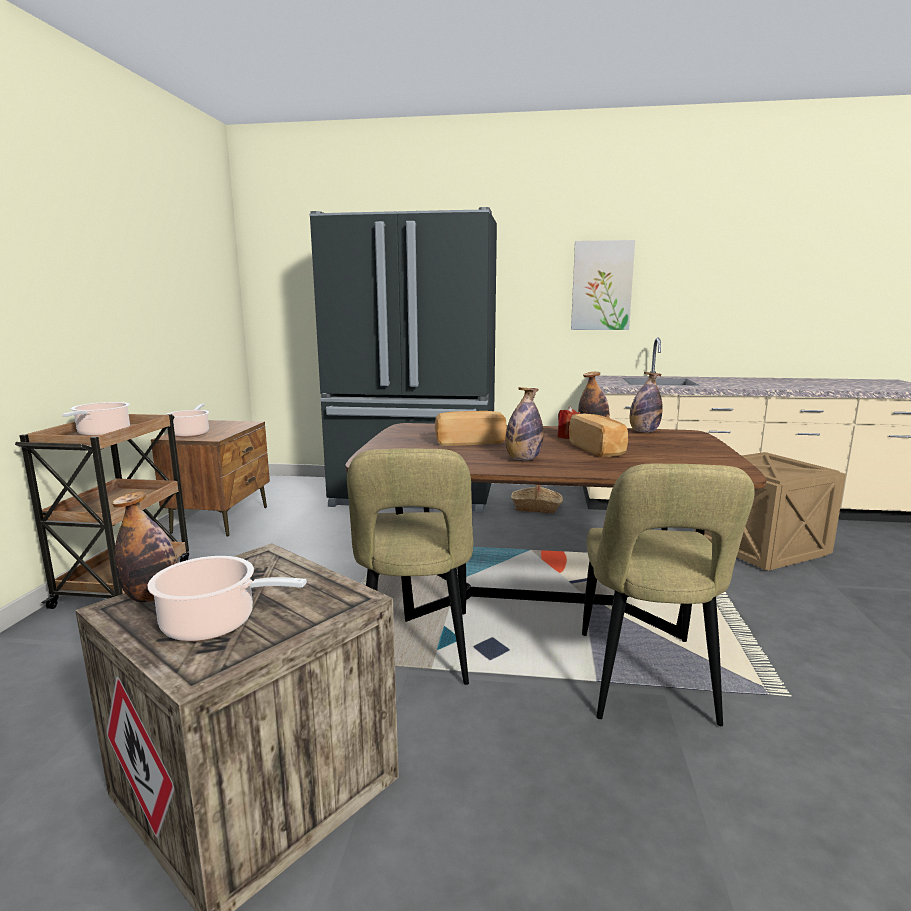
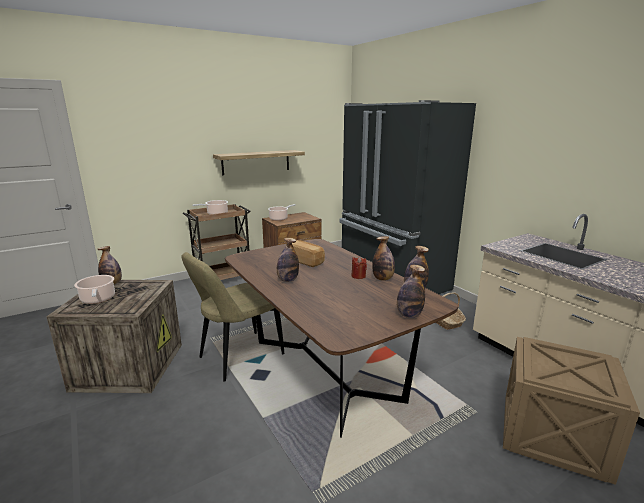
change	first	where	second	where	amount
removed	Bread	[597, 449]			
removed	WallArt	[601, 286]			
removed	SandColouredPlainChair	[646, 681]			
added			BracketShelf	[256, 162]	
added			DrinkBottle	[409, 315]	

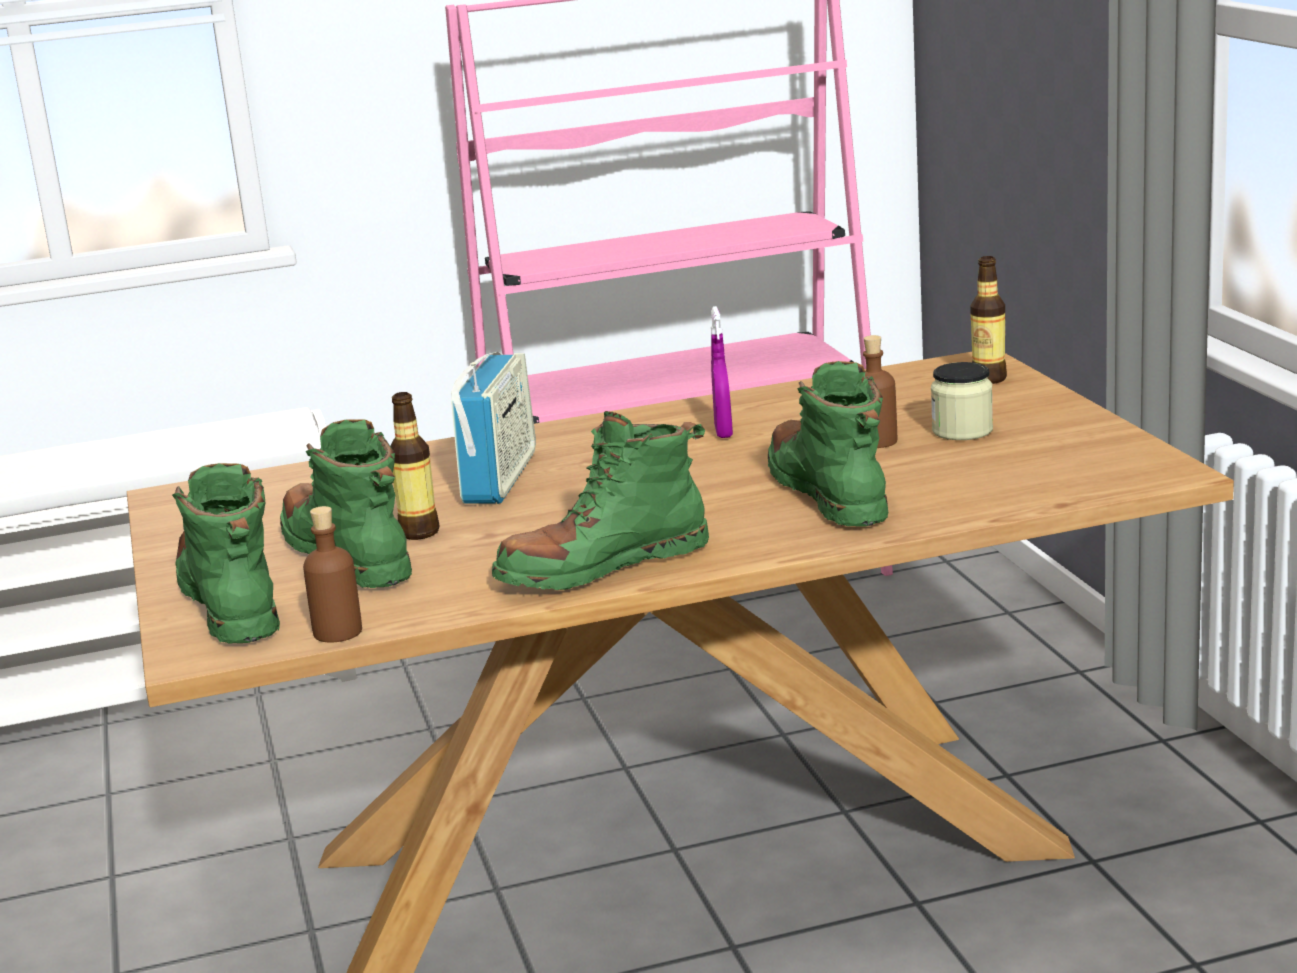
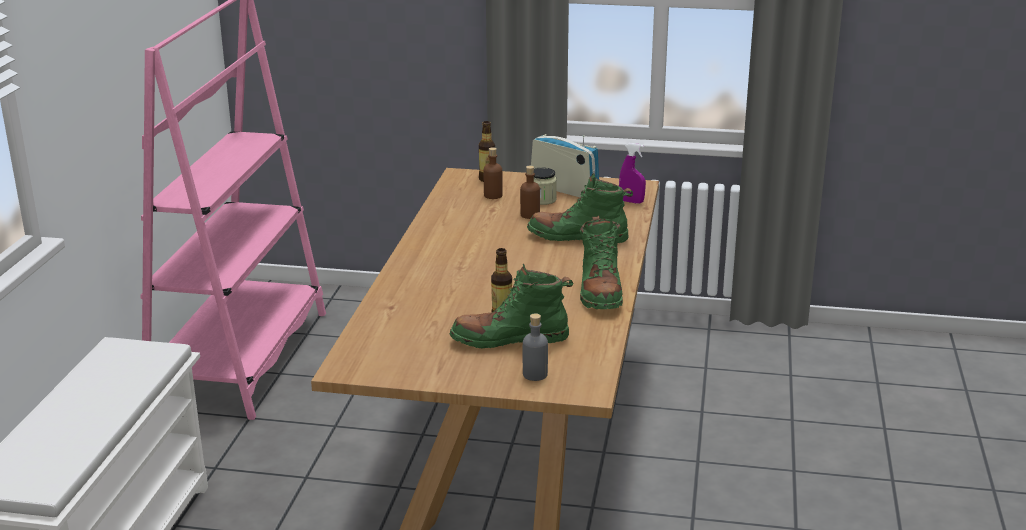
change	first	where	second	where	amount
replaced	GreenishTallBoot	[231, 603]	GreyDrinkBottle	[535, 374]	
moved	BrownColouredDrinkBottle	[338, 632]		[493, 195]	
moved	RadioReceiver	[500, 478]		[564, 189]	
moved	PurpleHandSprayer	[723, 432]		[631, 201]	

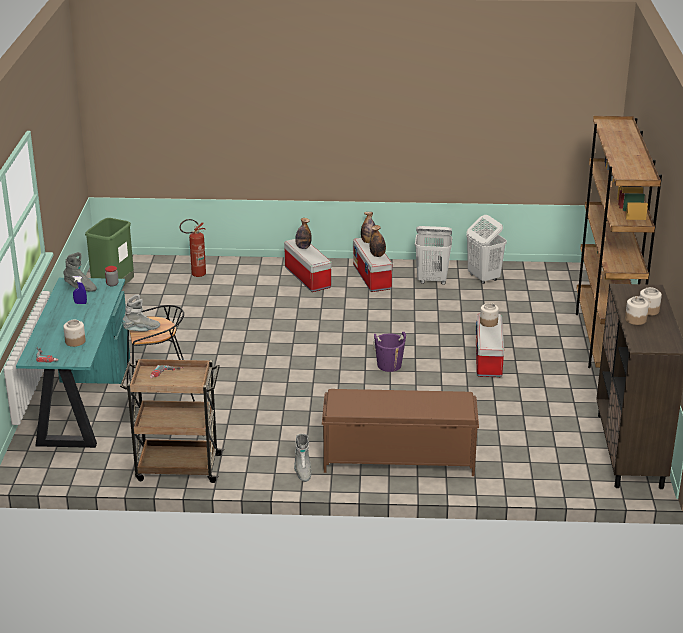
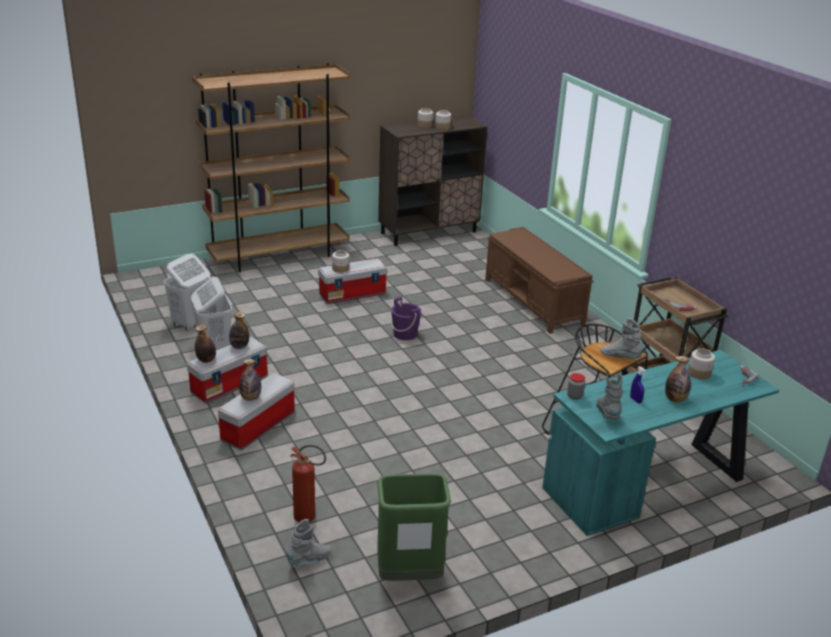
change	first	where	second	where	amount
moved	GreyTallBoot	[302, 470]		[310, 561]	
added			DrinkBottle	[675, 399]	

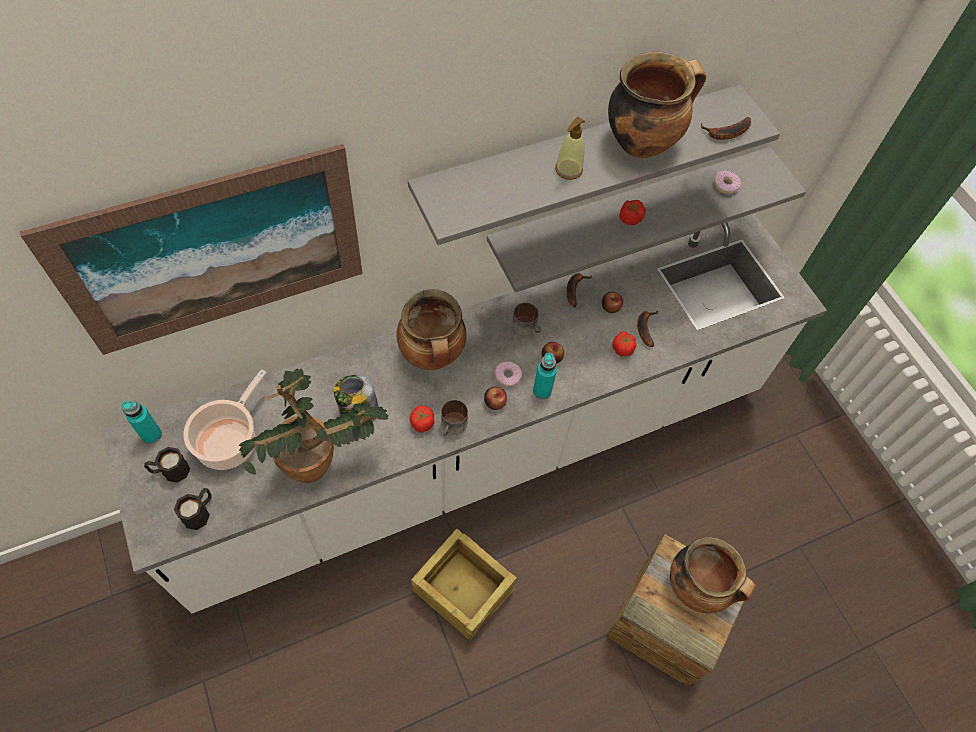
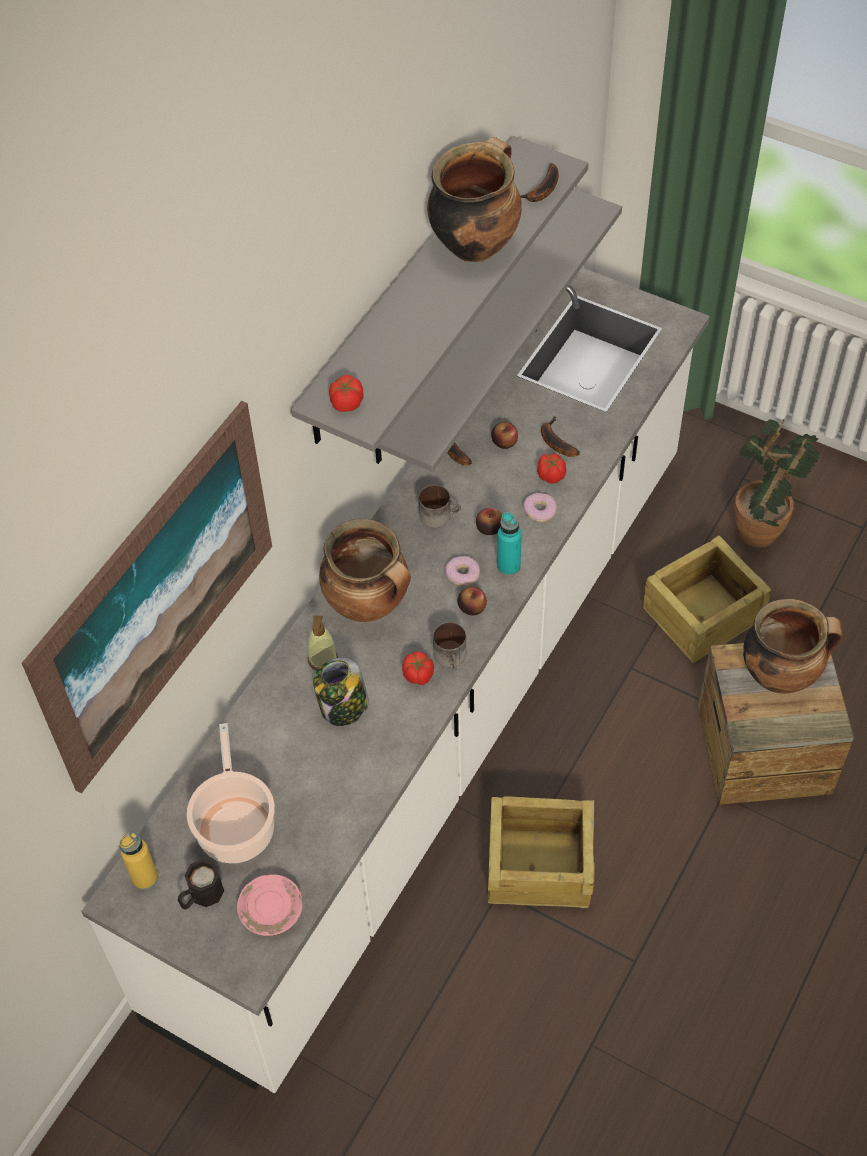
change	first	where	second	where	amount
recoloured	BlueGreenDrinkBottle	[151, 435]	YellowDrinkBottle	[144, 877]	
replaced	BlackMug	[200, 512]	PinkishPlate	[271, 911]	
moved	PlantInAPot	[319, 465]		[765, 527]	
moved	LiquidSoapBottle	[568, 170]		[322, 659]	
moved	Tomato	[630, 219]		[346, 403]	
moved	RingDoughnut	[725, 185]		[540, 510]	
added			Crate	[701, 613]	

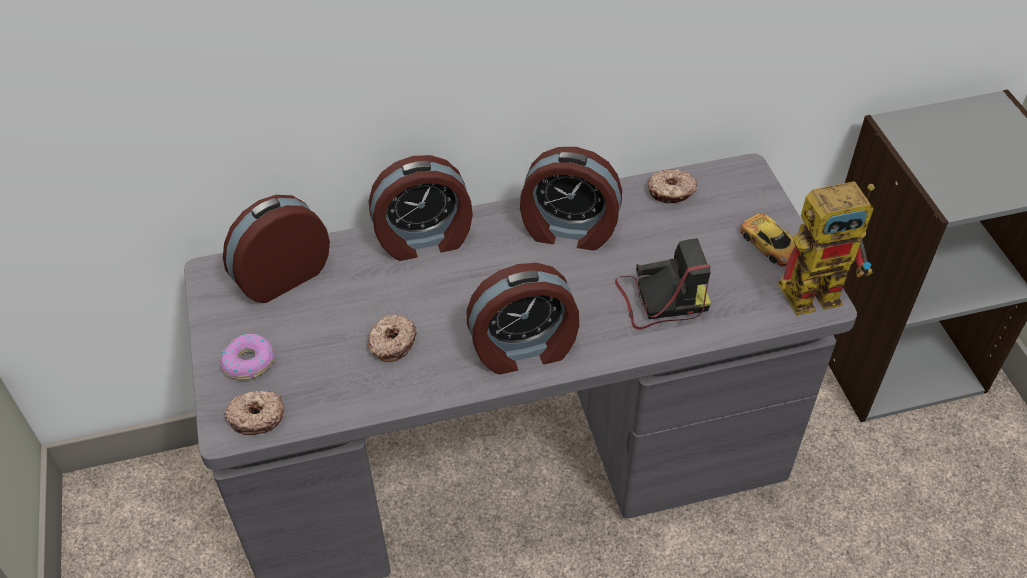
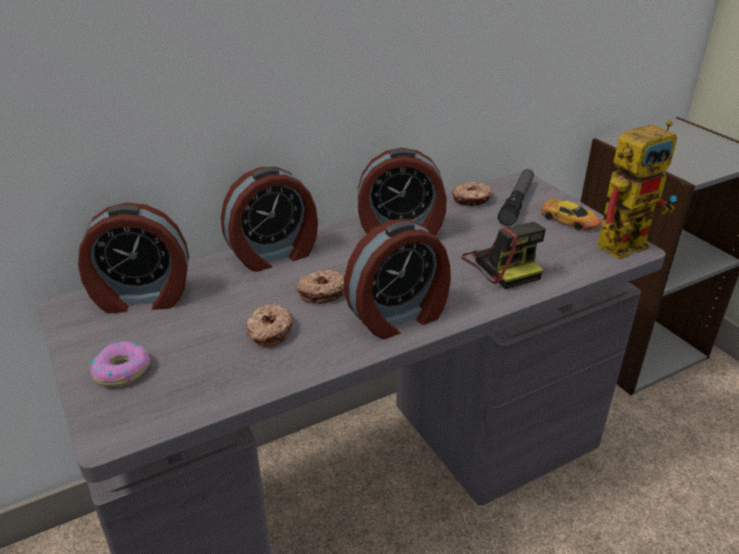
change	first	where	second	where	amount
turned	TableClock	[281, 275]		[142, 297]	135 degrees counterclockwise
moved	RingDoughnut	[256, 416]		[322, 292]	
turned	StillCamera	[660, 300]		[502, 265]	90 degrees clockwise
added			Flashlight	[517, 202]	

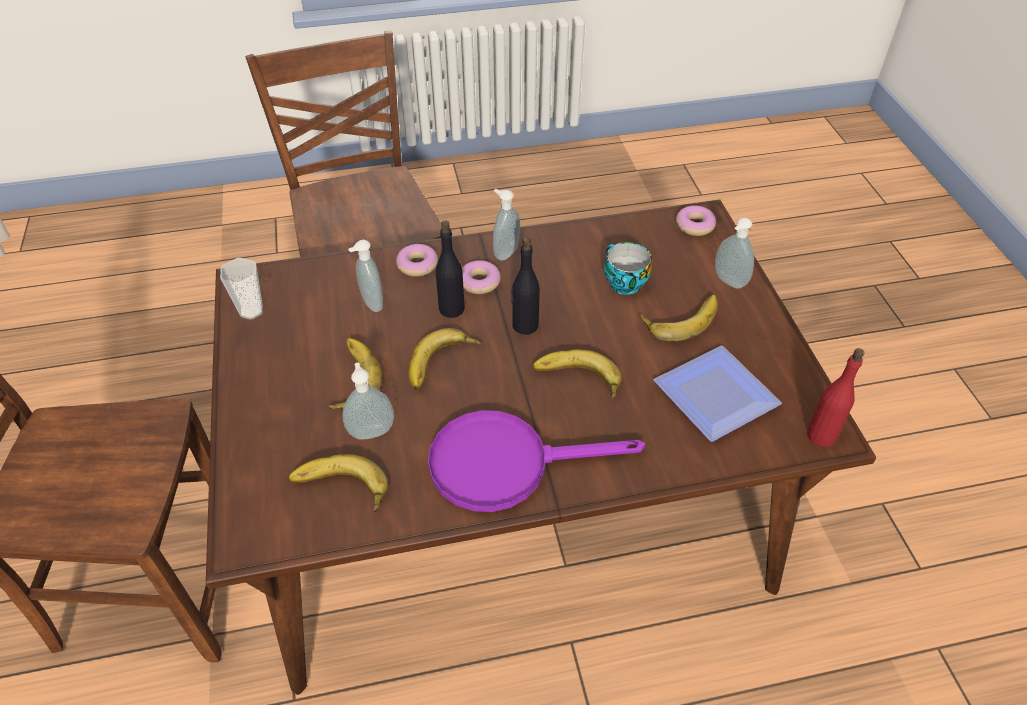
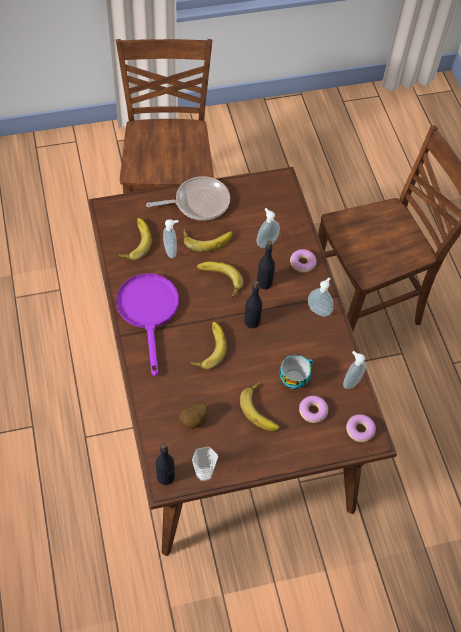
change	first	where	second	where	amount
moved	DrinkingCup	[251, 311]		[204, 473]	
moved	RingDoughnut	[479, 282]		[313, 411]	
replaced	Plate	[715, 399]	Spud	[193, 421]	
moved	LiquidSoapBottle	[728, 282]		[351, 381]	
recoloured	ReddishDrinkBottle	[821, 435]	BlackDrinkBottle	[166, 477]	
added			FryingPan	[198, 202]	

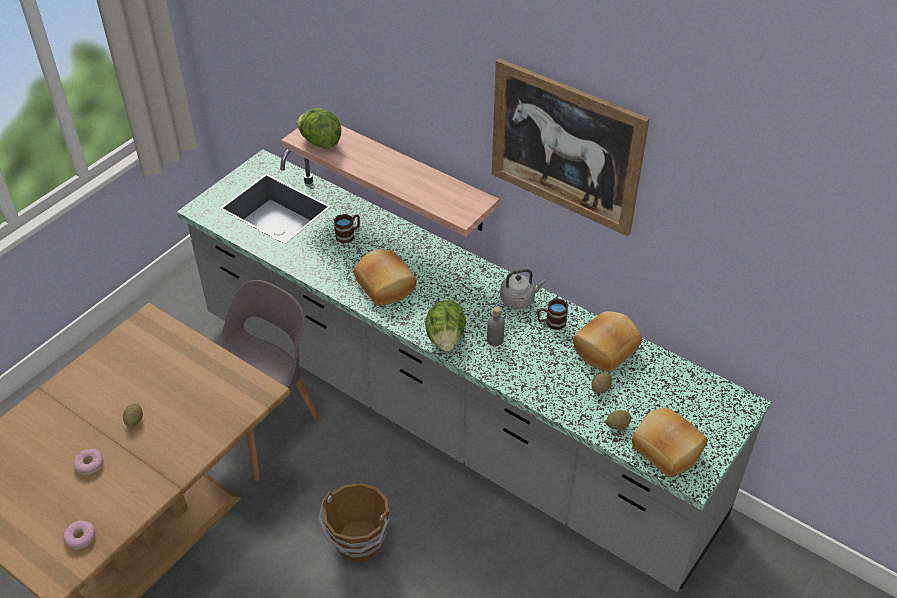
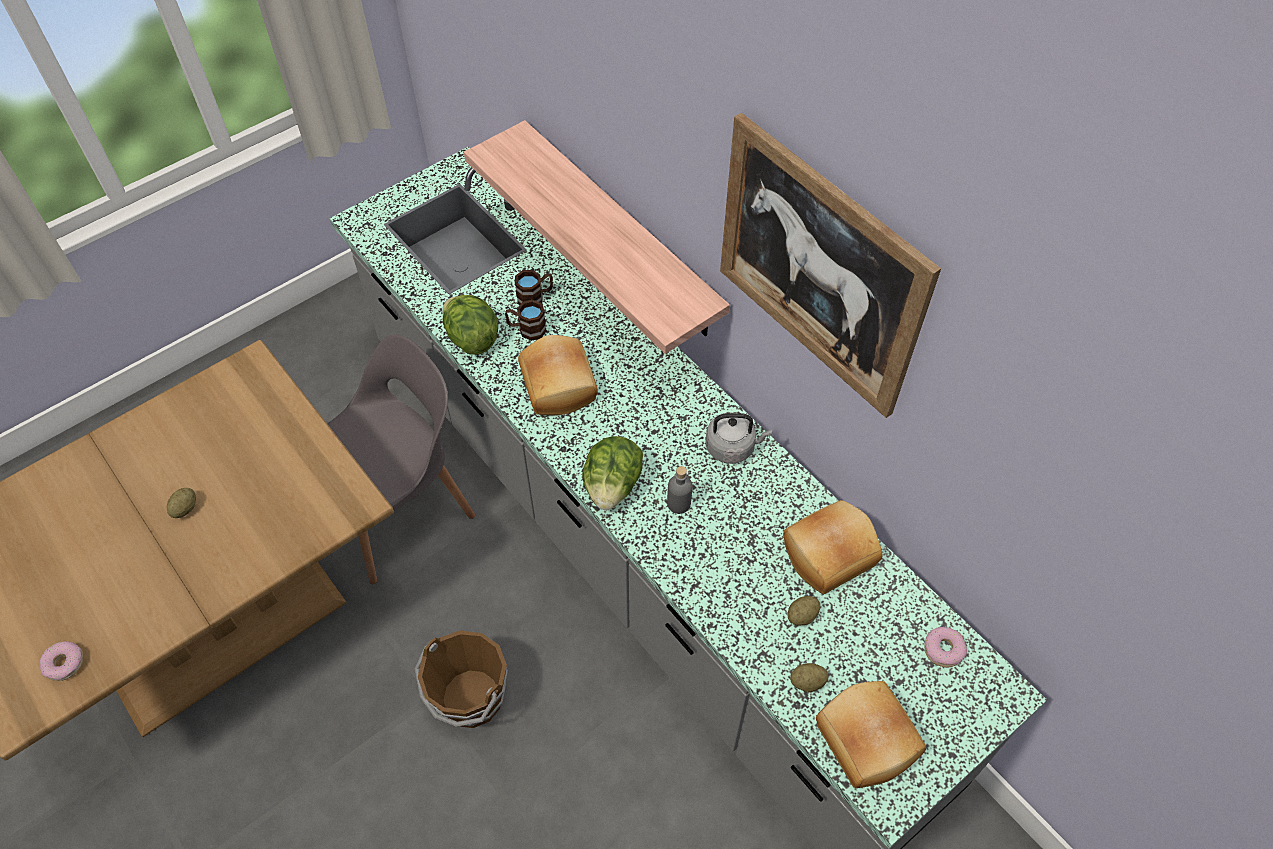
change	first	where	second	where	amount
moved	RingDoughnut	[89, 465]		[943, 650]	
moved	Lettuce	[320, 142]		[471, 338]	
moved	BrownColouredMug	[551, 322]		[527, 329]	

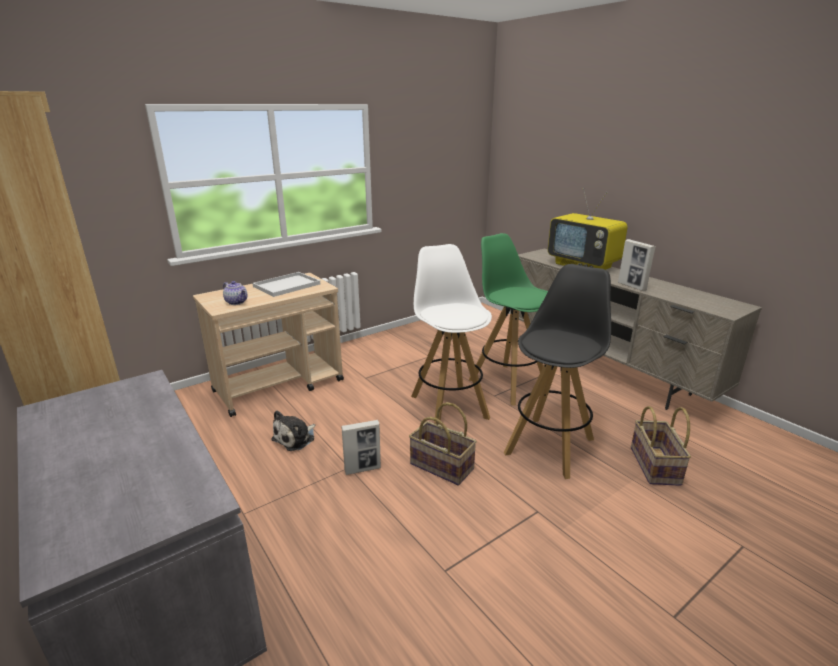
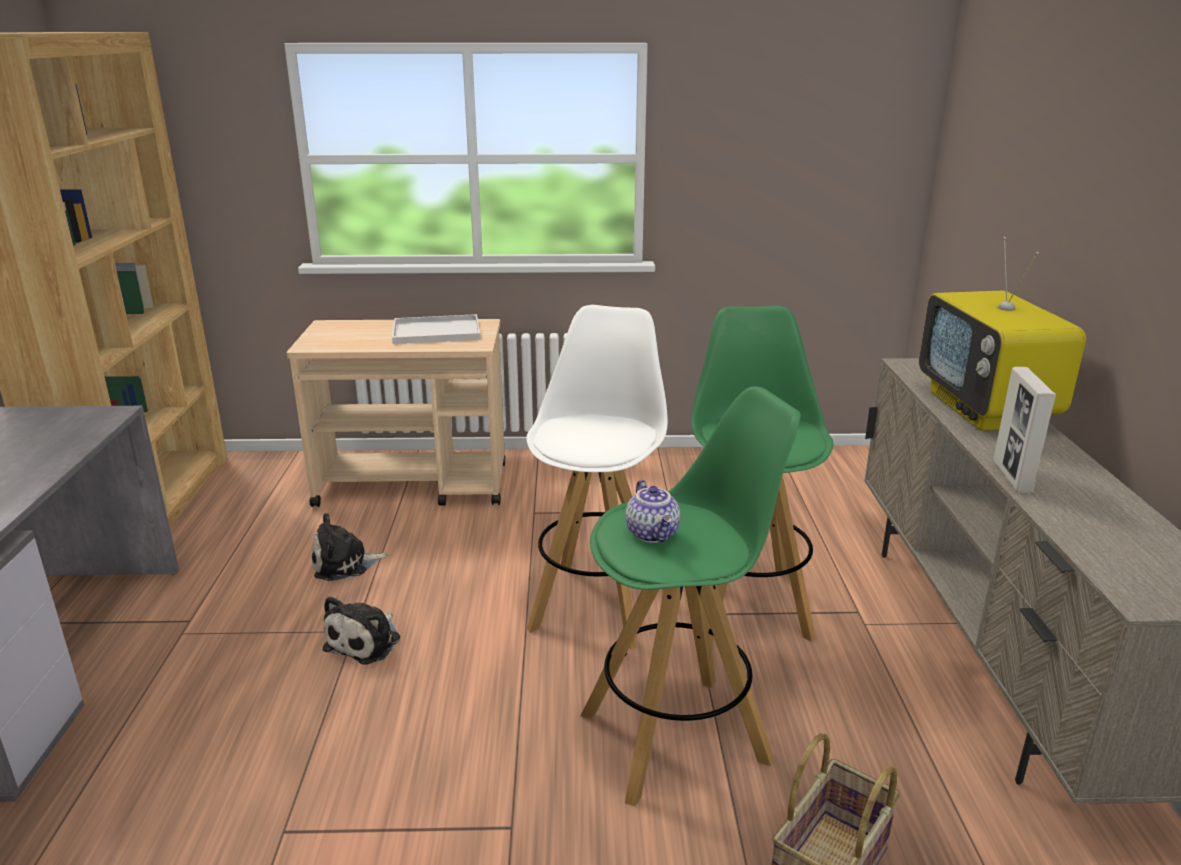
change	first	where	second	where	amount
moved	Teapot	[237, 302]		[653, 534]	
replaced	PhotoFrame	[363, 469]	PlushToy	[366, 642]	
removed	StorageBasket	[441, 467]			
recoloured	BlackStool	[550, 445]	GreenishStool	[677, 736]	

